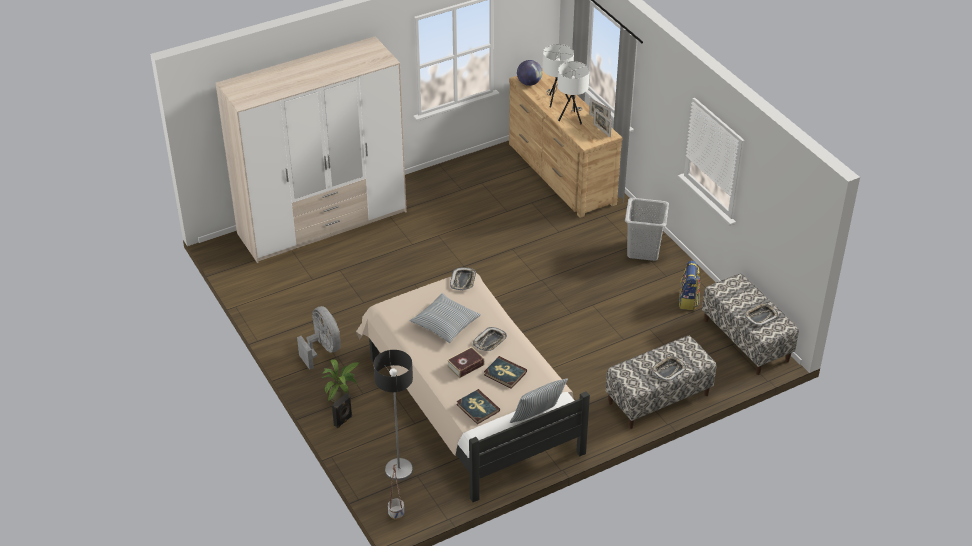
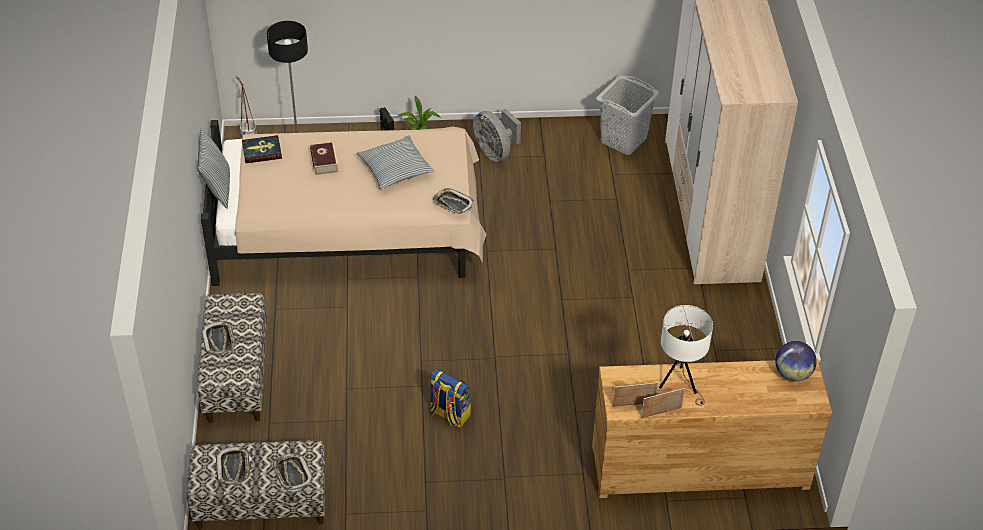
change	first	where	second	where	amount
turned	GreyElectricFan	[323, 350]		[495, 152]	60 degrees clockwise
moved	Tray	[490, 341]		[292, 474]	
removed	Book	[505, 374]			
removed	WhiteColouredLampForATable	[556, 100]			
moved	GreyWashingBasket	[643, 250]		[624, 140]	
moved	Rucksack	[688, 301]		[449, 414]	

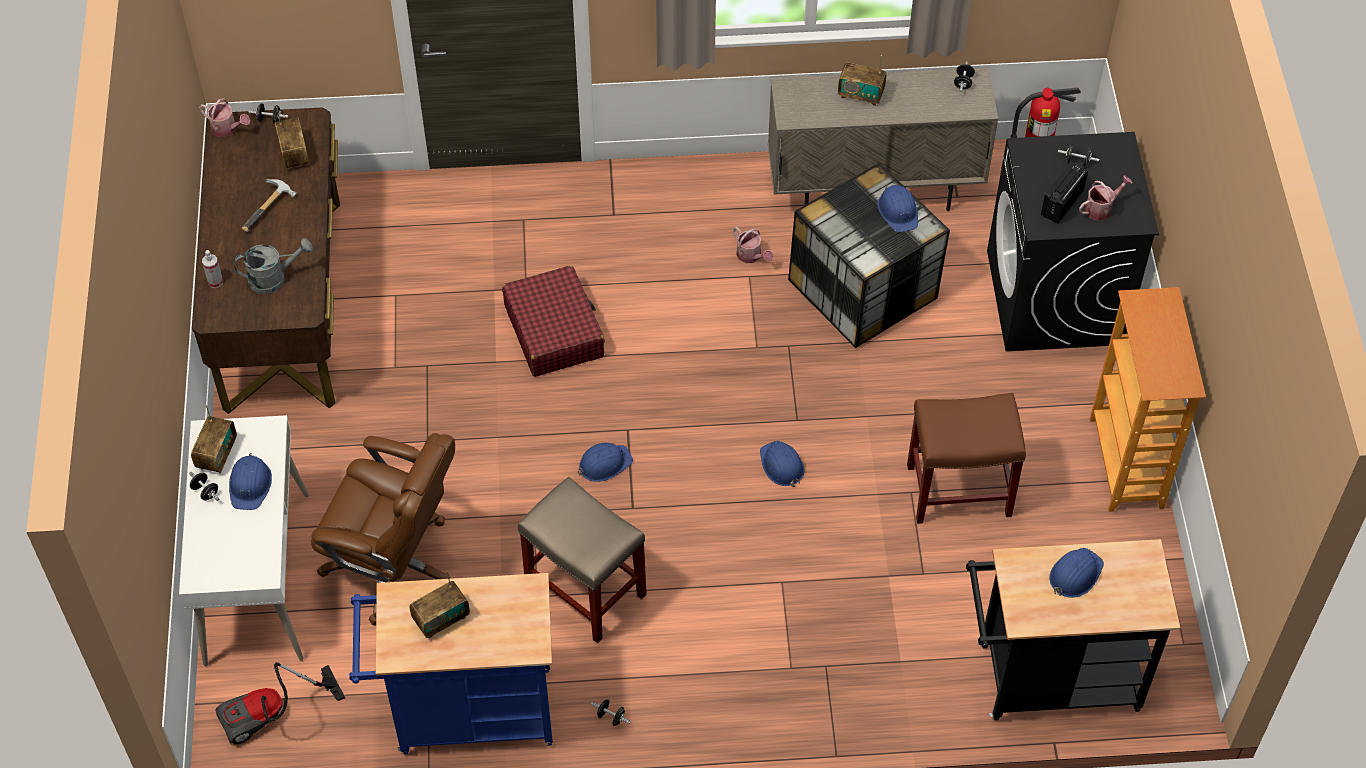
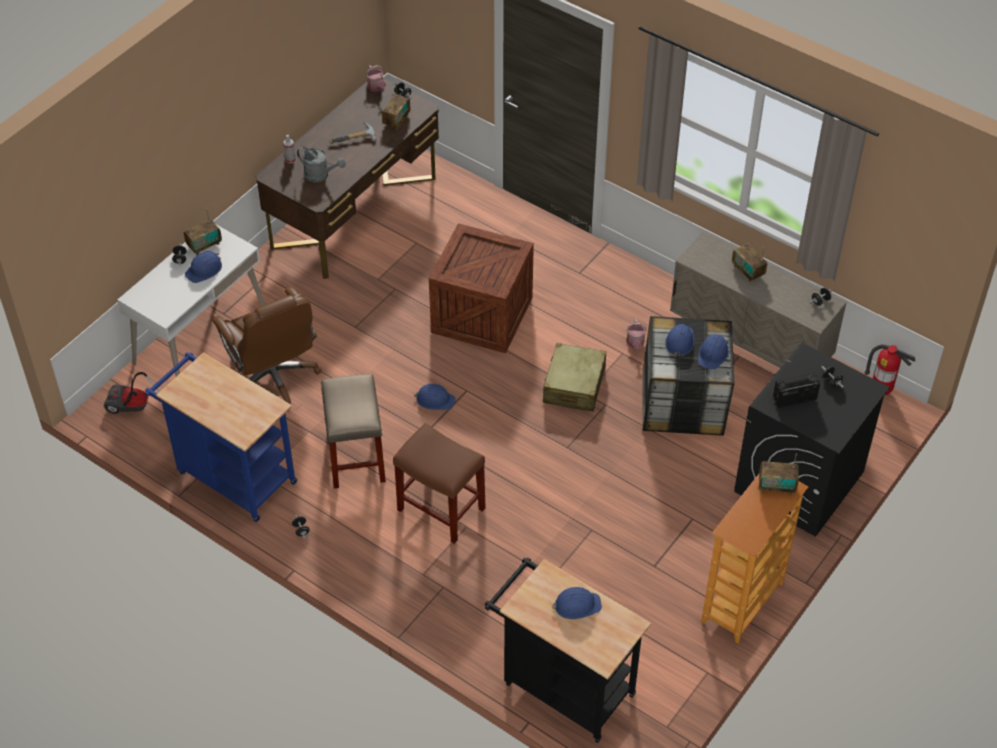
change	first	where	second	where	amount
moved	RadioReceiver	[441, 619]		[776, 486]	
replaced	ReddishSuitcase	[554, 331]	Crate	[481, 313]	
moved	BlueColouredWorkHelmet	[781, 465]		[679, 342]	
moved	BrownColouredStool	[957, 491]		[440, 509]	
removed	WateringCan	[1101, 208]			
added			SandColouredSuitcase	[574, 386]	

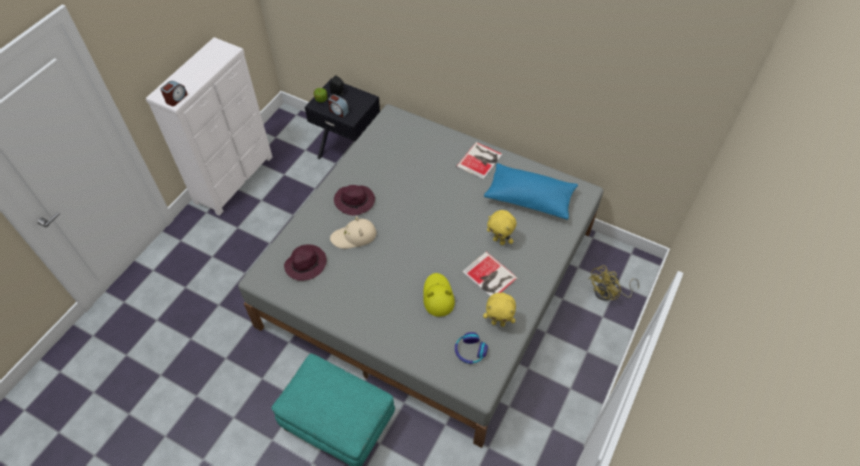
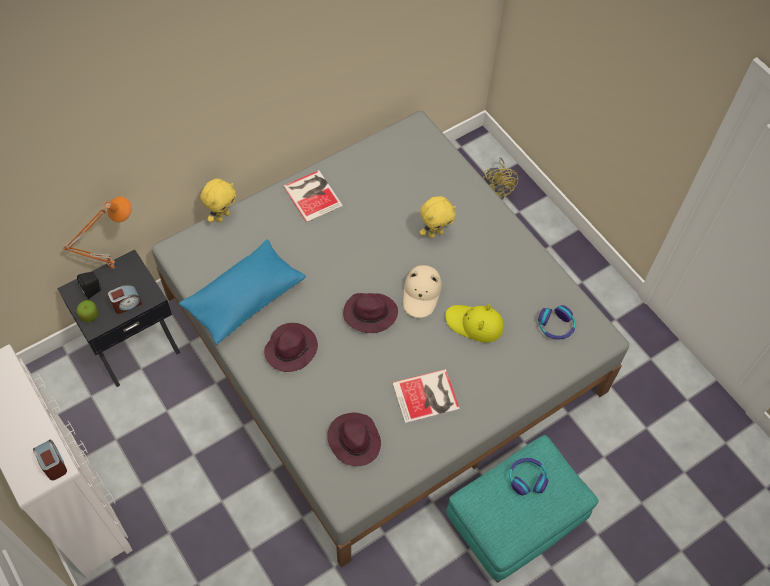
change	first	where	second	where	amount
moved	SandColouredHat	[354, 236]		[421, 293]	
moved	Book	[489, 276]		[427, 397]	
moved	YellowPlushToy	[498, 323]		[222, 216]	
moved	BlueColouredPillow	[529, 198]		[244, 298]	
added			OrangeColouredLampForATable	[112, 266]	
added			PurpleHat	[369, 314]	
added			Headphones	[527, 478]	

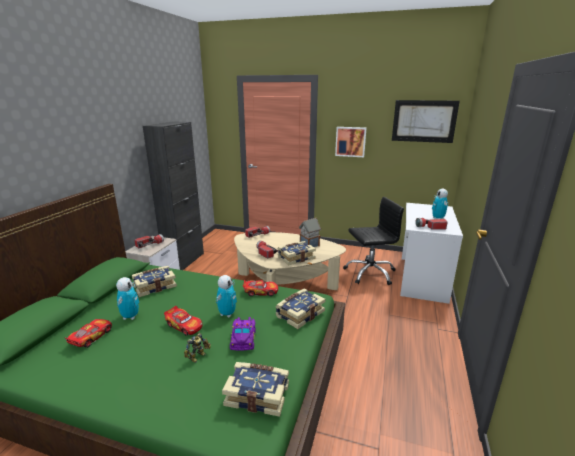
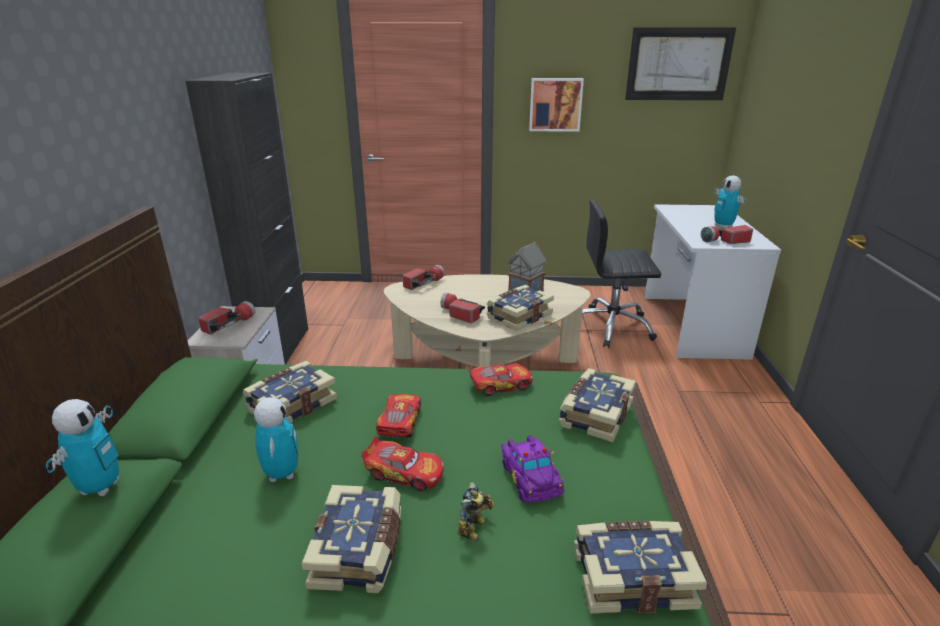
change	first	where	second	where	amount
moved	ToyCar	[91, 337]		[399, 423]	
moved	ToyRobot	[227, 314]		[101, 487]	
turned	BlackDeskChair	[370, 273]		[611, 327]	150 degrees counterclockwise
added			Book	[360, 550]	

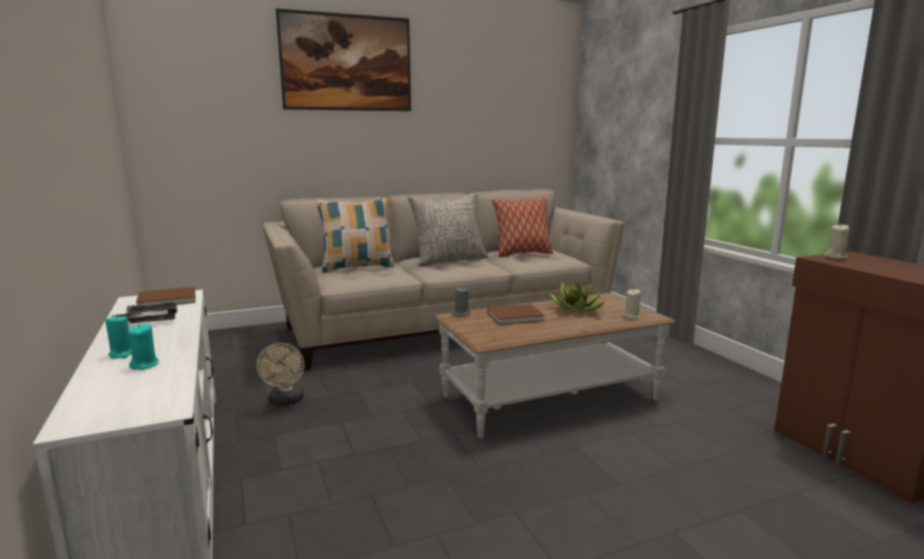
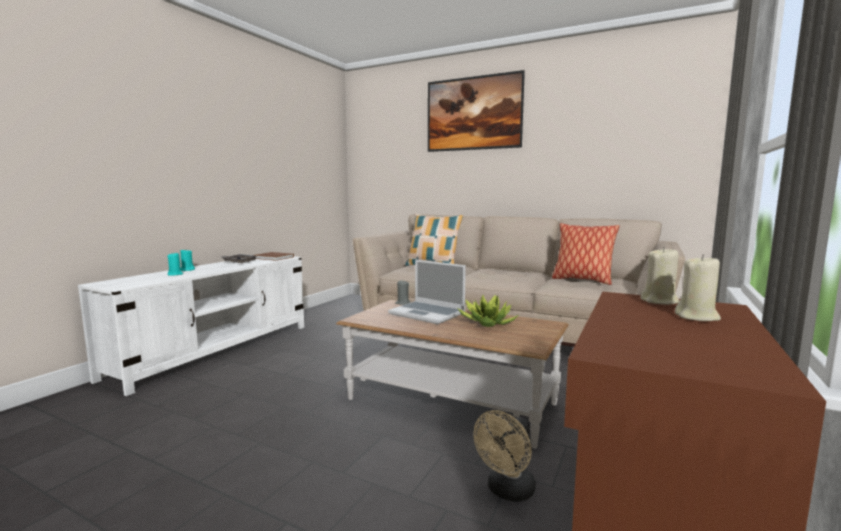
change	first	where	second	where	amount
moved	SandColouredElectricFan	[285, 401]		[507, 491]	
removed	GreyPillow	[449, 260]			
replaced	BrownColouredBook	[517, 316]	NotebookComputer	[428, 314]	
moved	SandColouredWaxLight	[631, 316]		[697, 317]	

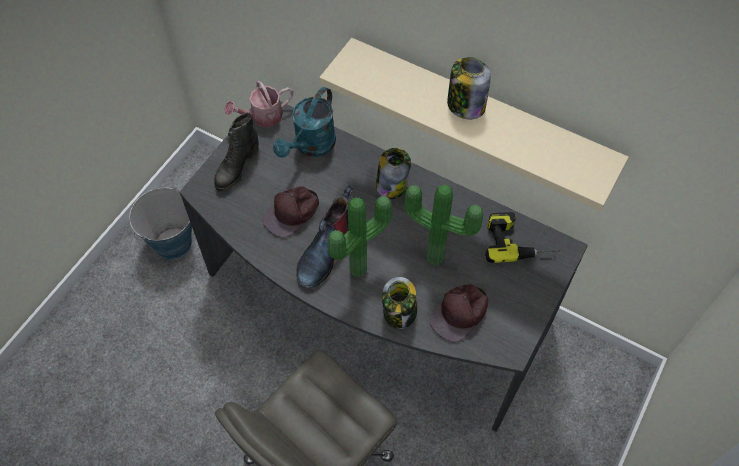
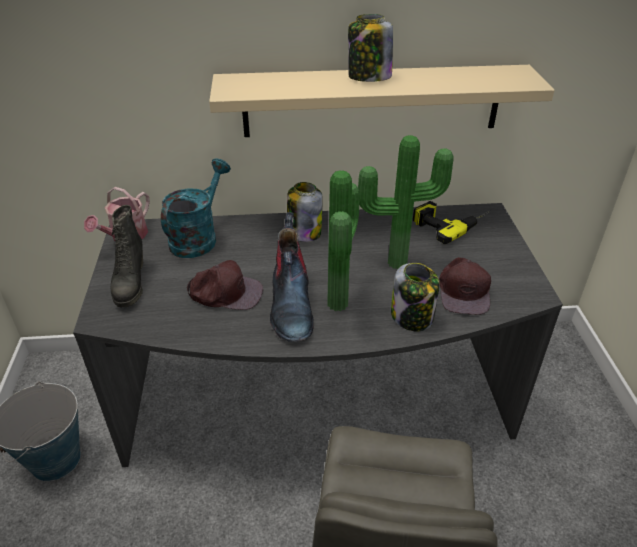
change	first	where	second	where	amount
turned	BrownColouredPeakedCap	[292, 213]		[225, 292]	90 degrees counterclockwise
turned	BlueGreenWateringCan	[311, 147]		[198, 237]	150 degrees counterclockwise

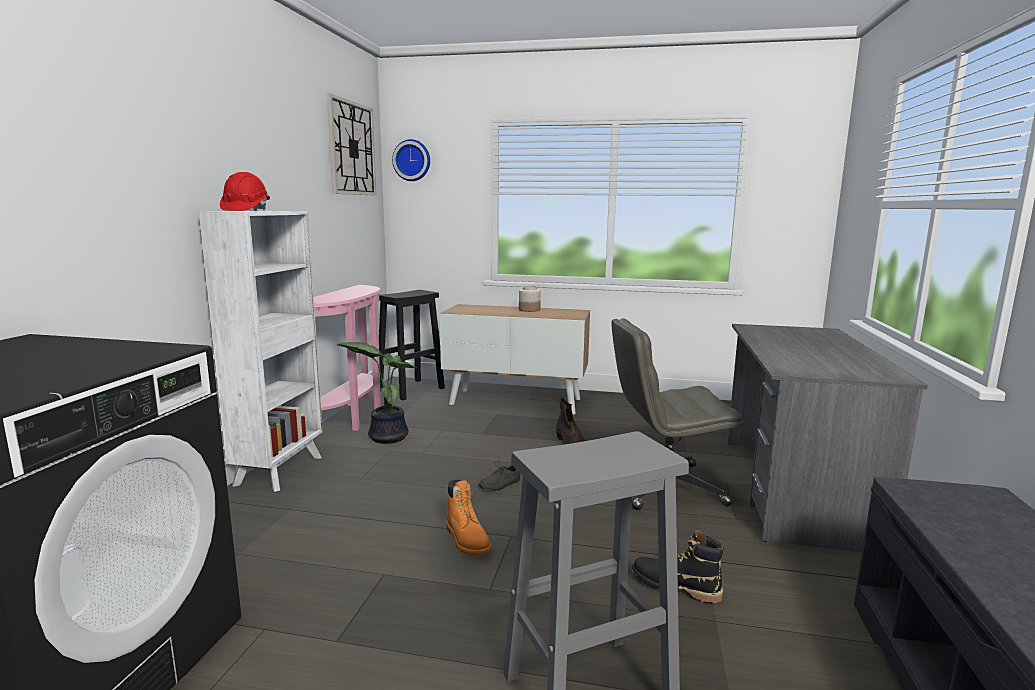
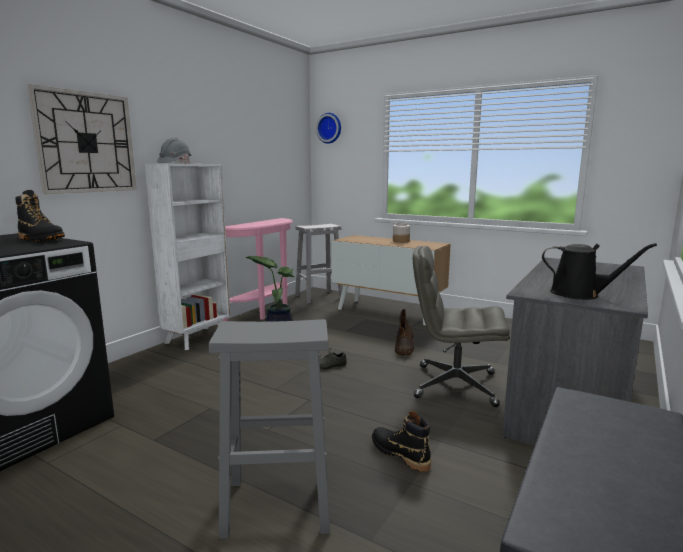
change	first	where	second	where	amount
recoloured	ReddishWorkHelmet	[245, 211]	GreyWorkHelmet	[174, 163]	
moved	ClockOnTheWall	[352, 149]		[86, 143]	
recoloured	BlackStool	[410, 390]	WhiteColouredStool	[318, 297]	
removed	OrangeColouredTallBoot	[467, 540]			
added			BlackTallBoot	[41, 239]	
added			BlackWateringCan	[580, 294]	

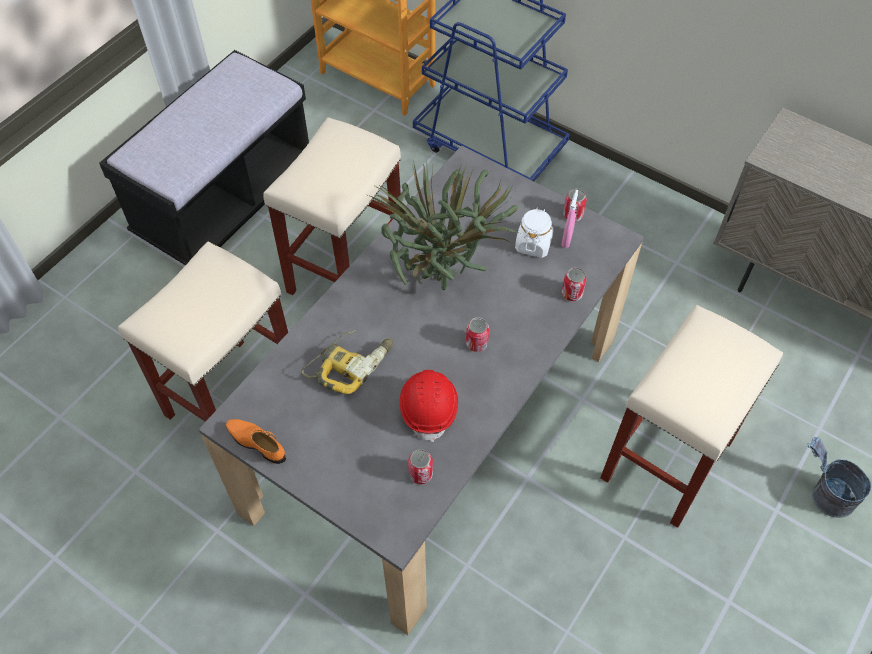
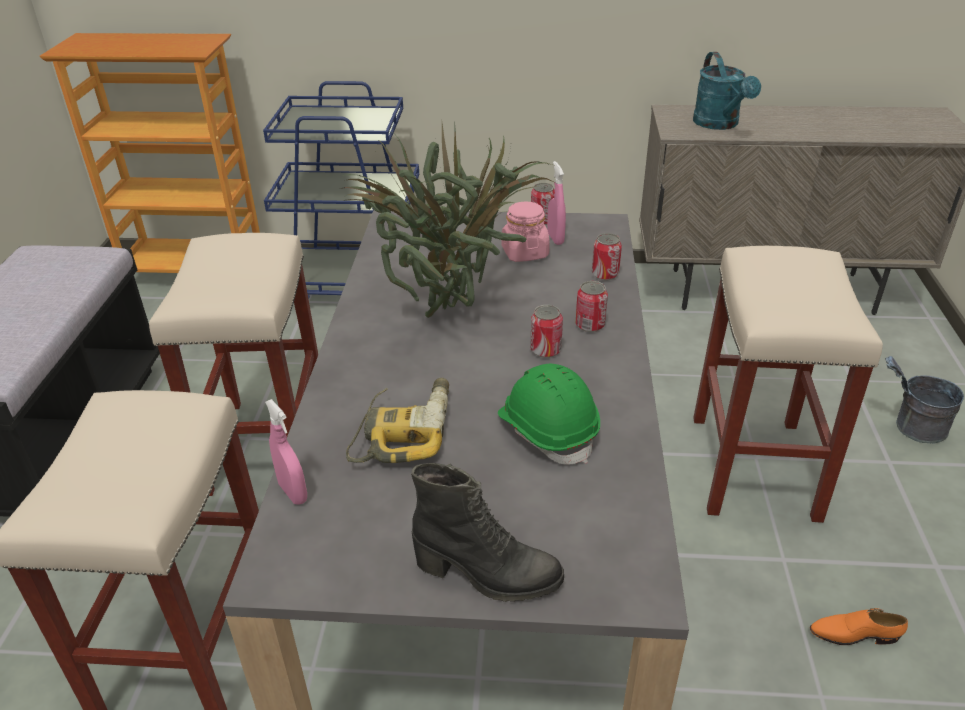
change	first	where	second	where	amount
moved	OrangeColouredLowShoe	[257, 443]		[854, 634]	
recoloured	ReddishWorkHelmet	[429, 407]	GreenishWorkHelmet	[548, 430]	
moved	Can	[420, 474]		[590, 325]	
recoloured	WhiteColouredPreserveJar	[533, 244]	PinkishPreserveJar	[524, 252]	
added			PinkishHandSprayer	[293, 493]	
added			BlackTallBoot	[487, 575]	
added			BlueGreenWateringCan	[719, 124]	

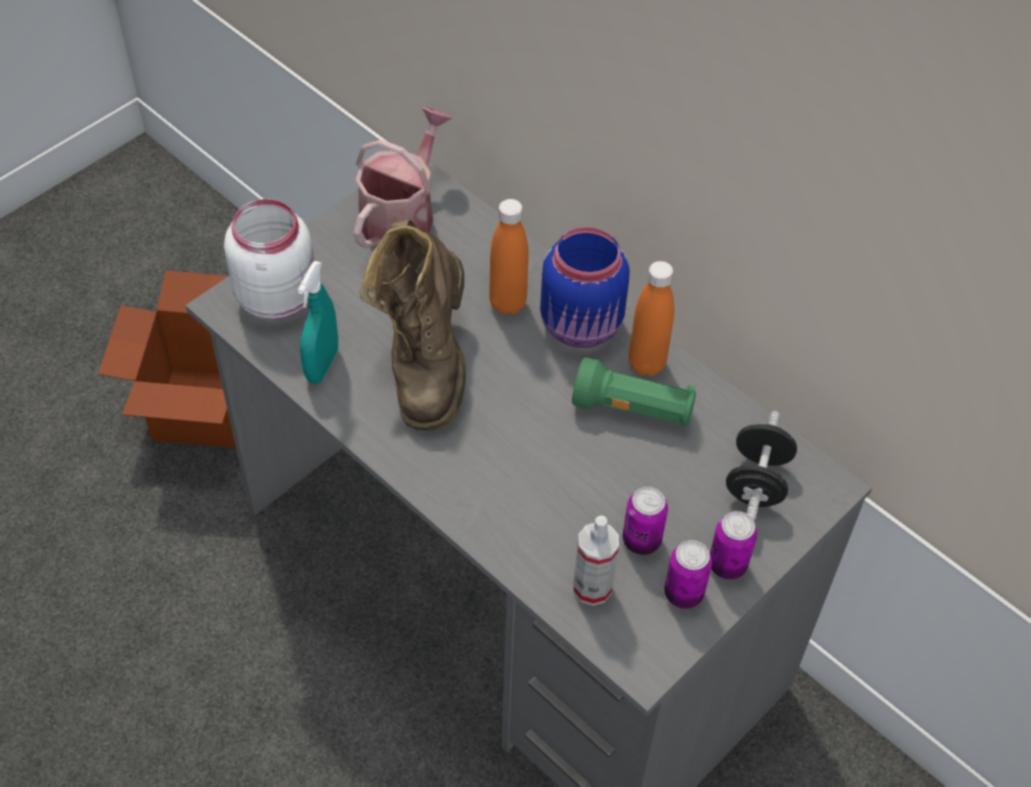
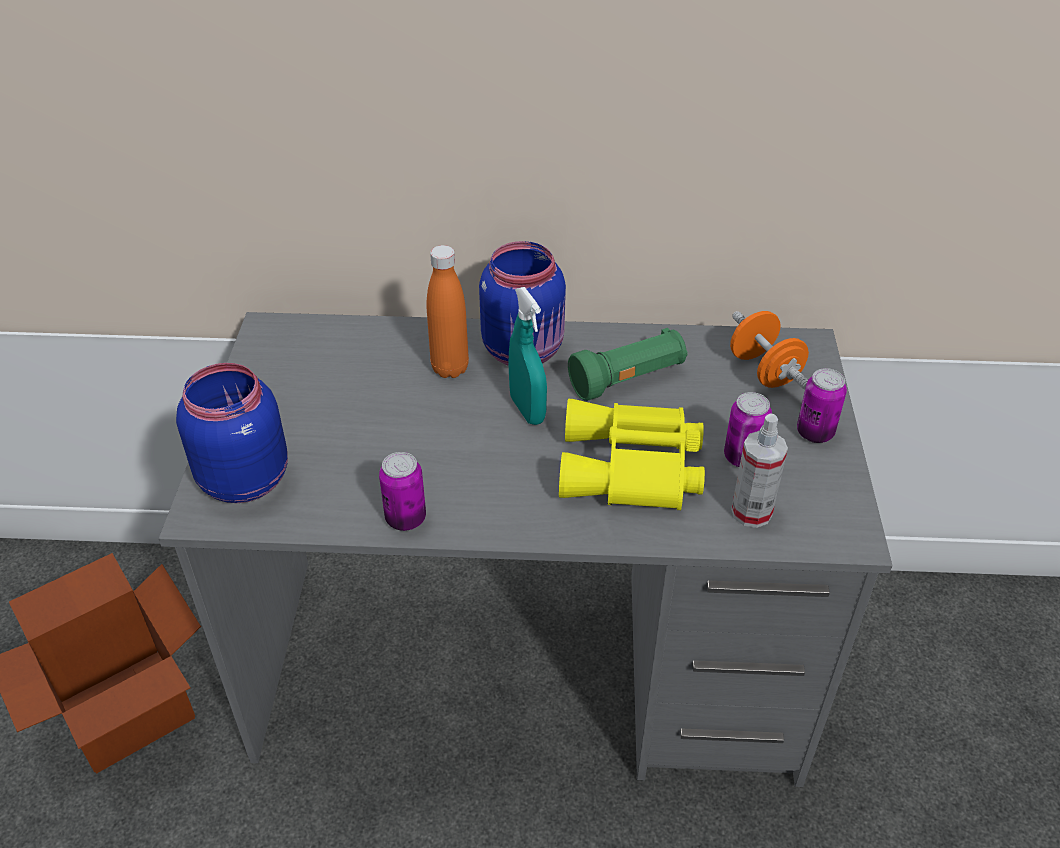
change	first	where	second	where	amount
recoloured	WhiteColouredPreserveJar	[278, 296]	BlueColouredPreserveJar	[244, 477]	
moved	BlueGreenHandSprayer	[322, 365]		[527, 410]	
removed	WateringCan	[402, 215]			
removed	BrownColouredTallBoot	[426, 362]			
removed	OrangeColouredDrinkBottle	[646, 364]			
moved	Can	[683, 593]		[405, 518]	
recoloured	BlackFreeWeight	[756, 482]	OrangeColouredFreeWeight	[764, 371]	
added			YellowPairOfBinoculars	[633, 469]	

